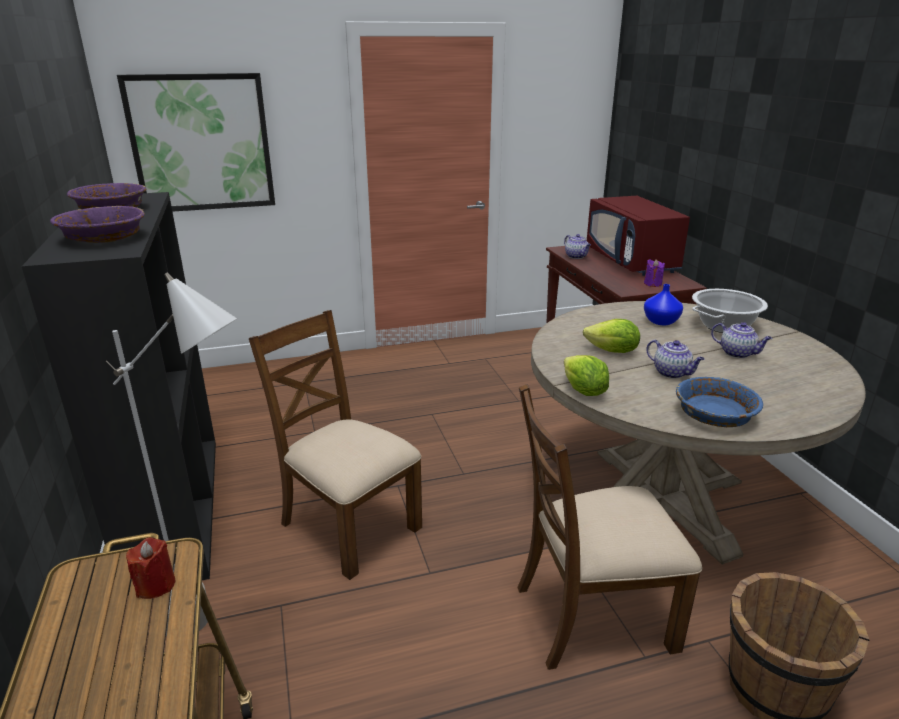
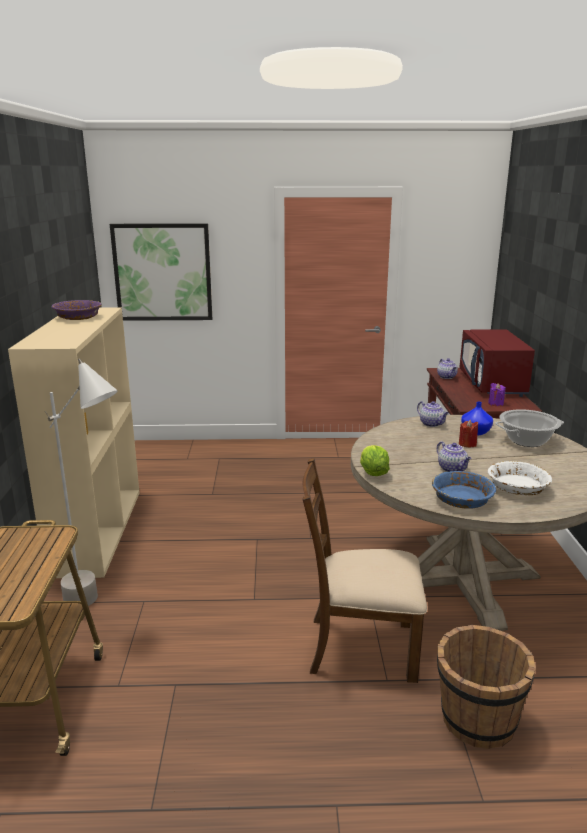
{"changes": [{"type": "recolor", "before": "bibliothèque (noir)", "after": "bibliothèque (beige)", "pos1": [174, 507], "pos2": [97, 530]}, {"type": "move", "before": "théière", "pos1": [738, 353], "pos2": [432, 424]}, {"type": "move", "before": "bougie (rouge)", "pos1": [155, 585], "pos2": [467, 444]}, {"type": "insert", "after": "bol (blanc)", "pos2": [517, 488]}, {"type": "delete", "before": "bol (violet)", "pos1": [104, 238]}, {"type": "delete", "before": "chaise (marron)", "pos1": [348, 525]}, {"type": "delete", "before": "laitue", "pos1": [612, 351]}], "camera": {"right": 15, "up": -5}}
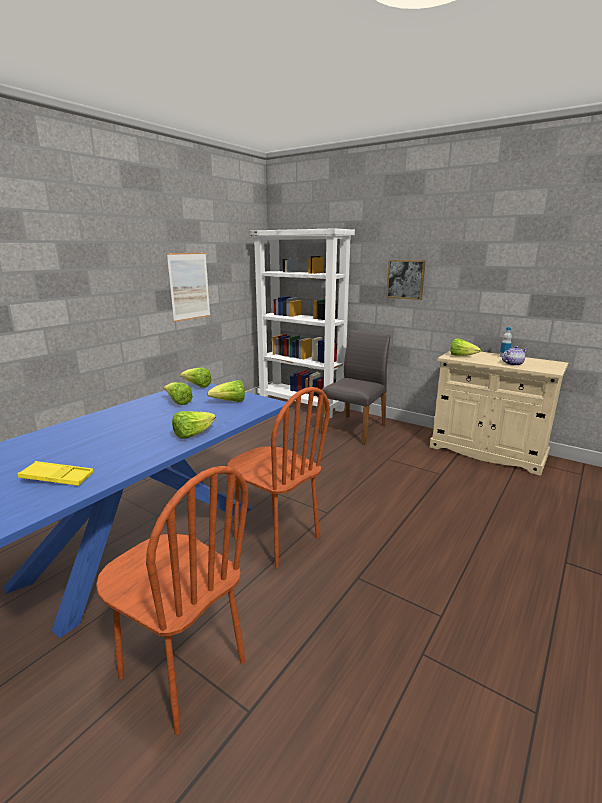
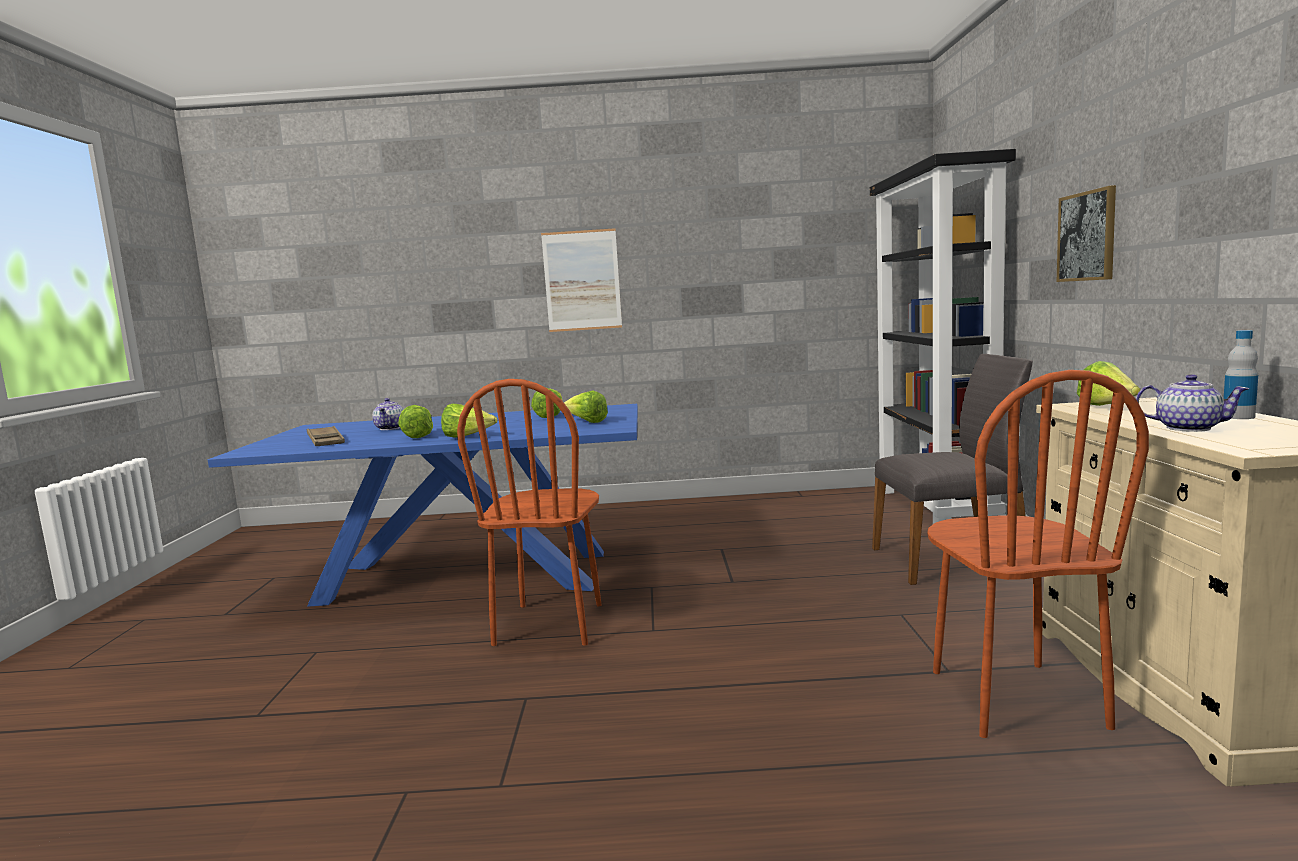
{"changes": [{"type": "recolor", "before": "plateau (jaune)", "after": "plateau (marron)", "pos1": [57, 478], "pos2": [326, 441]}, {"type": "insert", "after": "théière", "pos2": [391, 428]}, {"type": "move", "before": "laitue", "pos1": [197, 386], "pos2": [419, 436]}, {"type": "move", "before": "tableau", "pos1": [189, 286], "pos2": [582, 280]}, {"type": "recolor", "before": "bibliothèque (blanc)", "after": "bibliothèque (noir)", "pos1": [301, 405], "pos2": [935, 510]}, {"type": "move", "before": "chaise (marron)", "pos1": [182, 670], "pos2": [1014, 698]}], "camera": {"right": 55, "up": -10}}
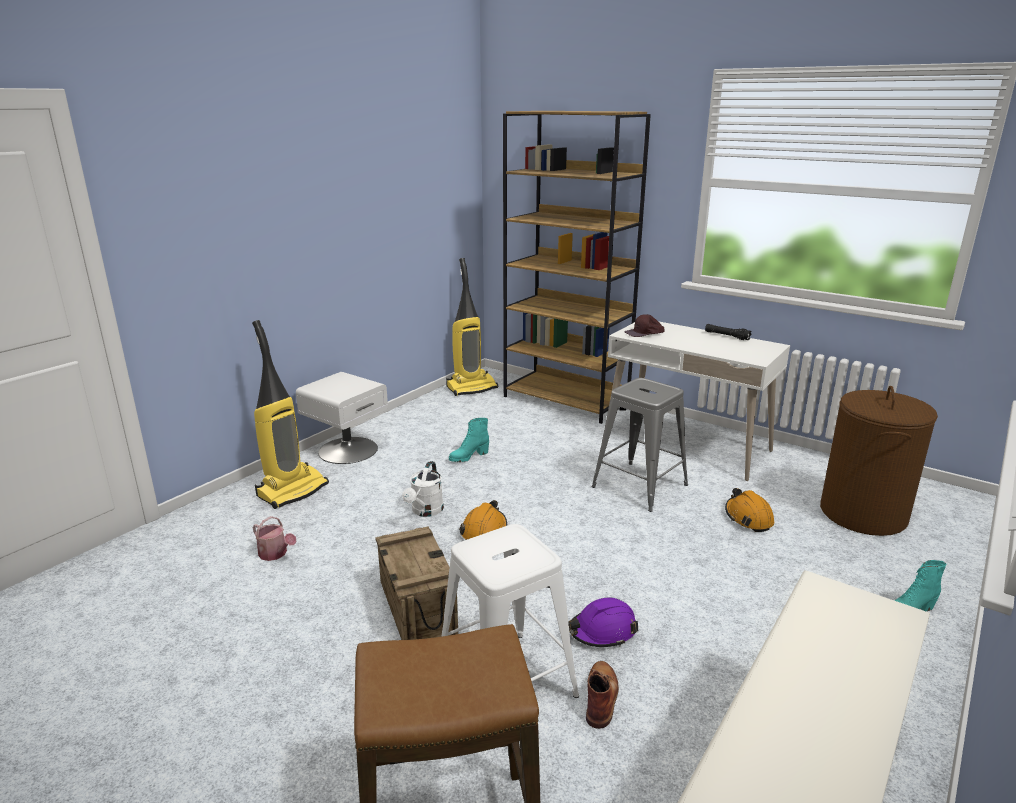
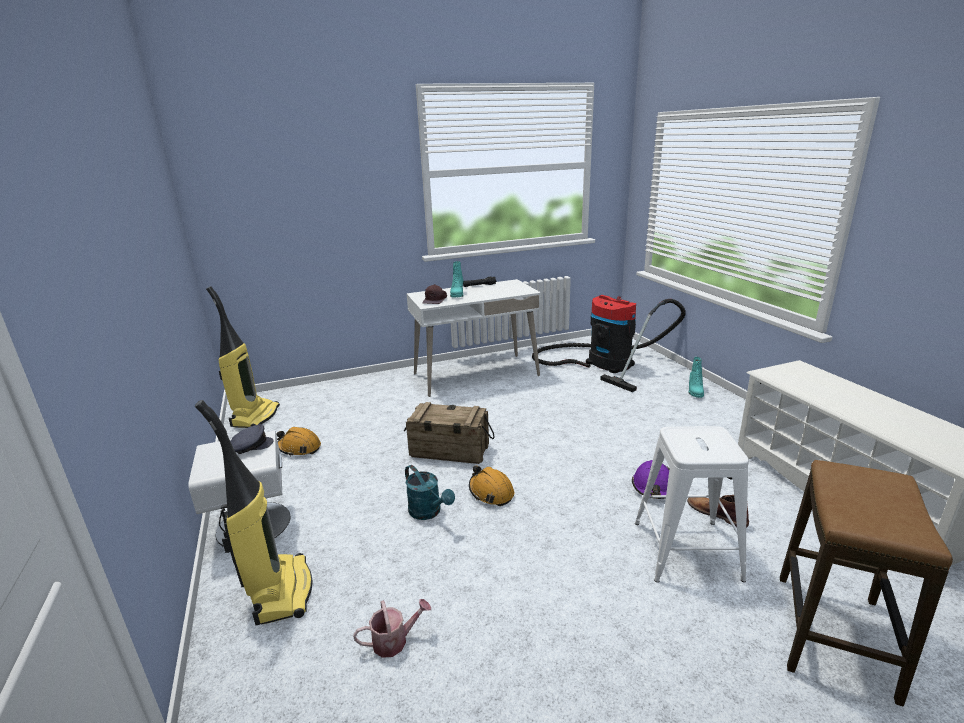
{"changes": [{"type": "insert", "after": "casquette (gris)", "pos2": [250, 446]}, {"type": "move", "before": "casque de chantier (orange)", "pos1": [748, 518], "pos2": [299, 448]}, {"type": "move", "before": "caisse", "pos1": [416, 609], "pos2": [449, 451]}, {"type": "recolor", "before": "arrosoir (blanc)", "after": "arrosoir (turquoise)", "pos1": [425, 511], "pos2": [428, 512]}, {"type": "move", "before": "botte (turquoise)", "pos1": [468, 457], "pos2": [457, 294]}, {"type": "replace", "before": "panier à linge (marron)", "after": "aspirateur", "pos1": [863, 514], "pos2": [604, 363]}, {"type": "delete", "before": "bibliothèque (marron)", "pos1": [566, 400]}, {"type": "delete", "before": "tabouret (gris)", "pos1": [640, 486]}], "camera": {"right": -55, "up": 0}}
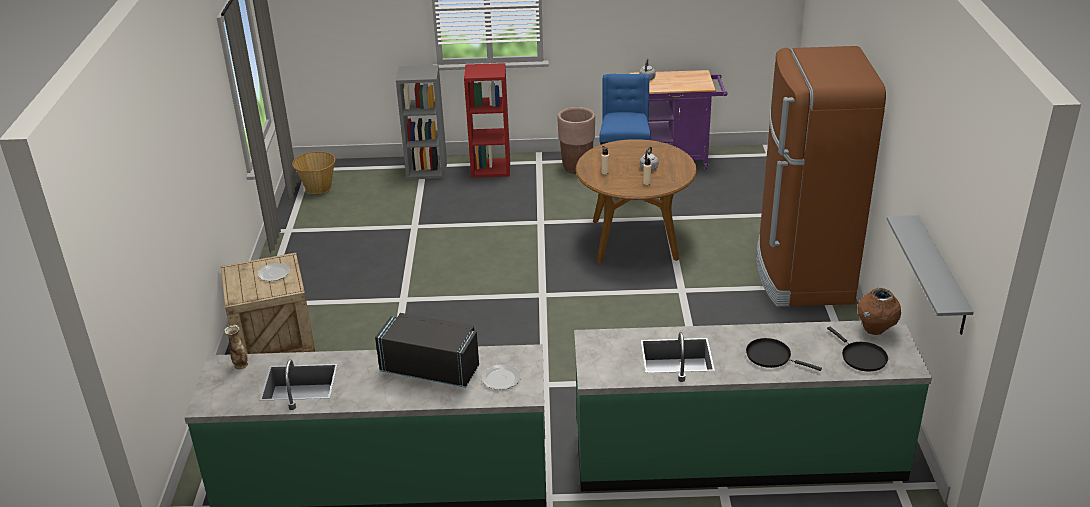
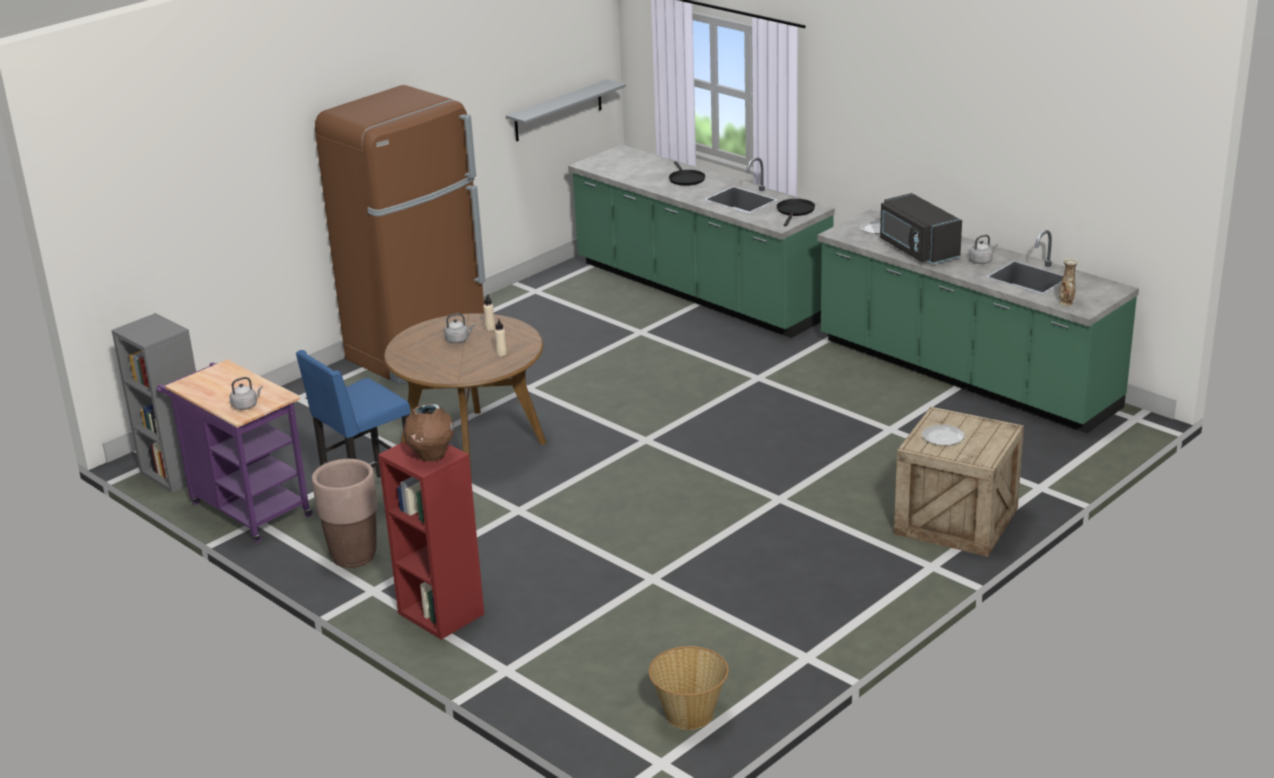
{"changes": [{"type": "move", "before": "bibliothèque (gris)", "pos1": [427, 170], "pos2": [176, 473]}, {"type": "move", "before": "vase (marron)", "pos1": [875, 329], "pos2": [431, 456]}, {"type": "move", "before": "poêle (noir)", "pos1": [861, 357], "pos2": [795, 211]}, {"type": "insert", "after": "bouilloire (gris)", "pos2": [981, 261]}], "camera": {"right": -135, "up": -5}}
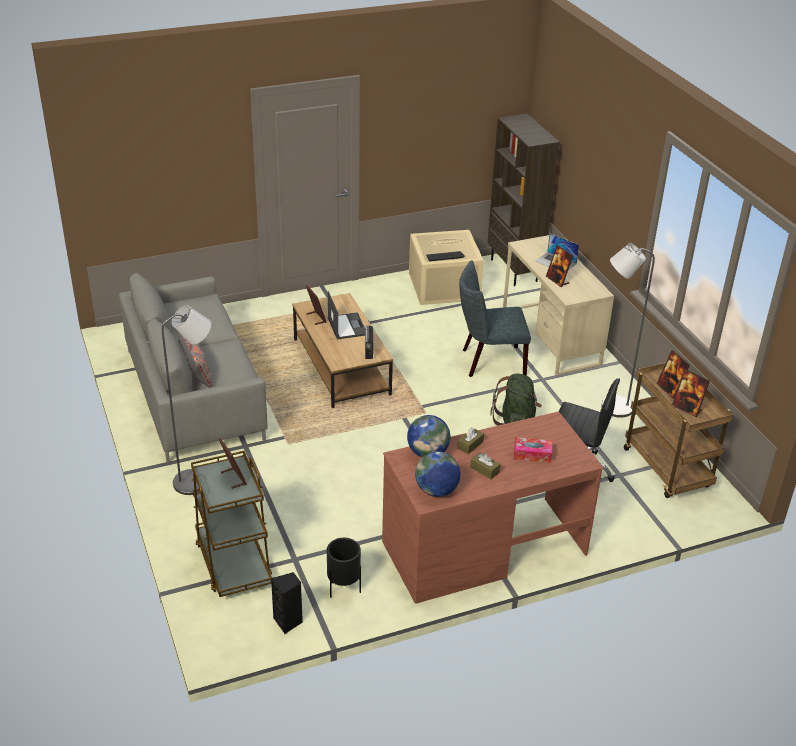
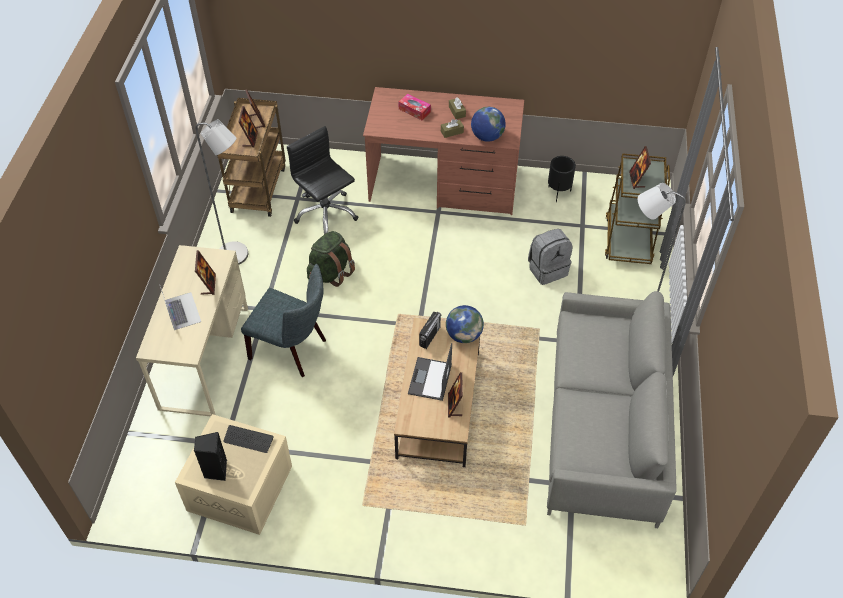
{"changes": [{"type": "move", "before": "enceinte (noir)", "pos1": [288, 622], "pos2": [215, 470]}, {"type": "move", "before": "globe", "pos1": [436, 490], "pos2": [464, 335]}, {"type": "insert", "after": "sac à dos (gris)", "pos2": [547, 269]}, {"type": "delete", "before": "coussin (gris)", "pos1": [195, 370]}, {"type": "delete", "before": "bibliothèque (marron)", "pos1": [515, 270]}], "camera": {"right": -150, "up": 15}}
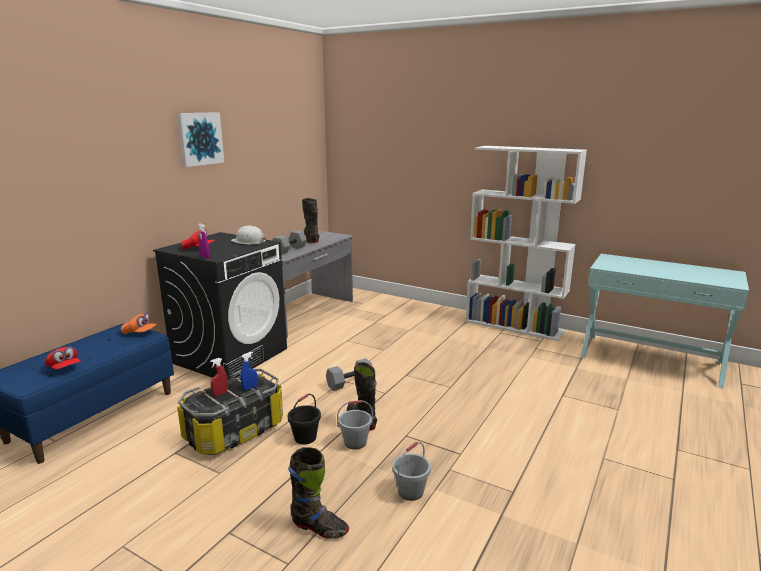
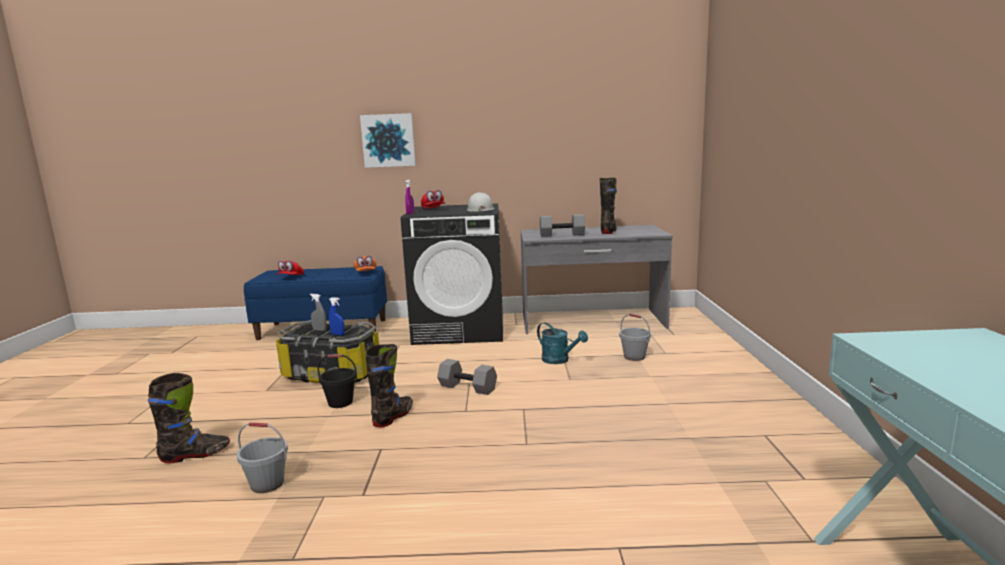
{"changes": [{"type": "rotate", "before": "botte (noir)", "pos1": [319, 528], "pos2": [195, 455], "turn": -105}, {"type": "recolor", "before": "vaporisateur (rouge)", "after": "vaporisateur (gris)", "pos1": [220, 394], "pos2": [319, 330]}, {"type": "move", "before": "tableau", "pos1": [200, 139], "pos2": [388, 140]}, {"type": "insert", "after": "arrosoir (turquoise)", "pos2": [559, 360]}, {"type": "move", "before": "seau (gris)", "pos1": [355, 442], "pos2": [634, 357]}, {"type": "delete", "before": "bibliothèque (blanc)", "pos1": [514, 326]}], "camera": {"right": 60, "up": -5}}
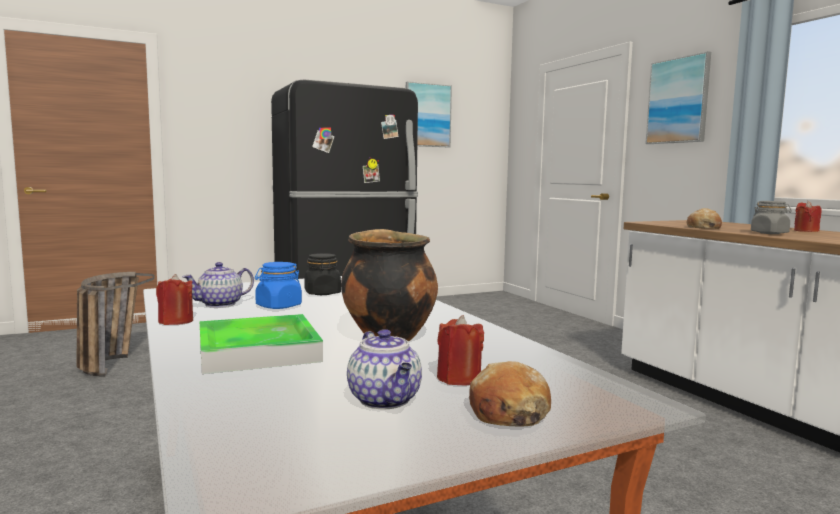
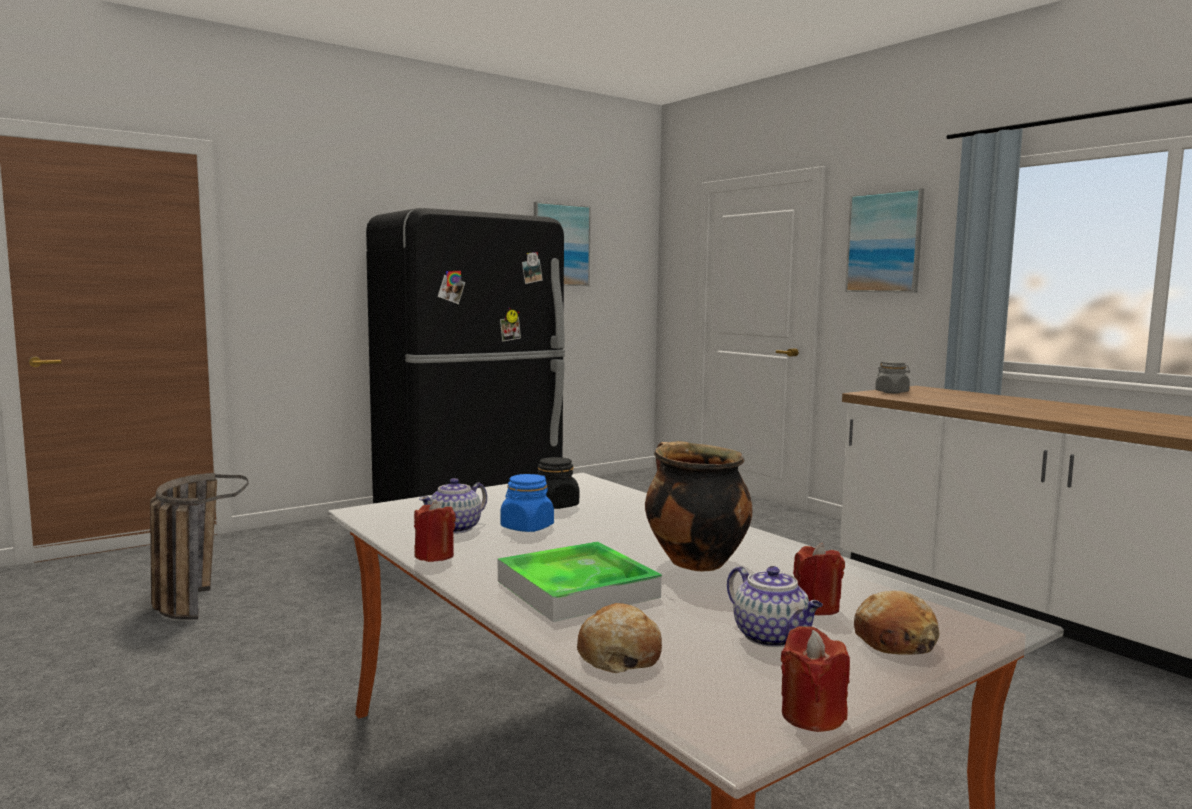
{"changes": [{"type": "move", "before": "pain", "pos1": [703, 227], "pos2": [618, 655]}, {"type": "move", "before": "bougie (rouge)", "pos1": [805, 231], "pos2": [812, 716]}, {"type": "move", "before": "bocal (gris)", "pos1": [769, 233], "pos2": [892, 392]}], "camera": {"right": -10, "up": 0}}
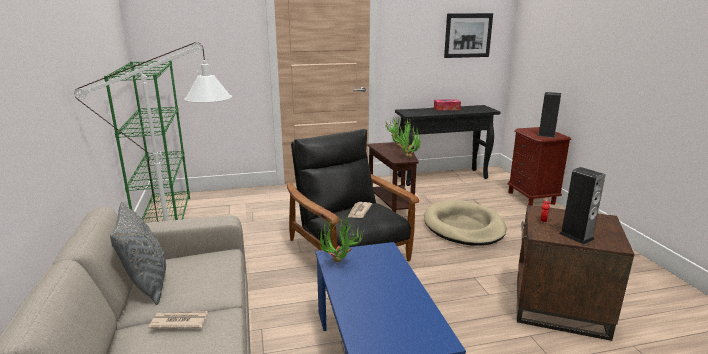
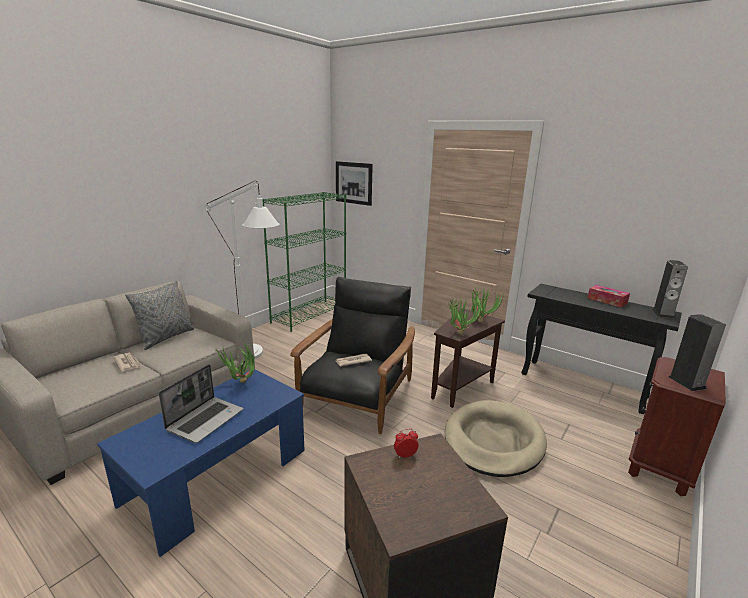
{"changes": [{"type": "insert", "after": "ordinateur portable", "pos2": [205, 419]}, {"type": "move", "before": "tableau", "pos1": [468, 35], "pos2": [353, 183]}, {"type": "move", "before": "enceinte", "pos1": [576, 236], "pos2": [663, 313]}], "camera": {"right": 50, "up": 0}}
